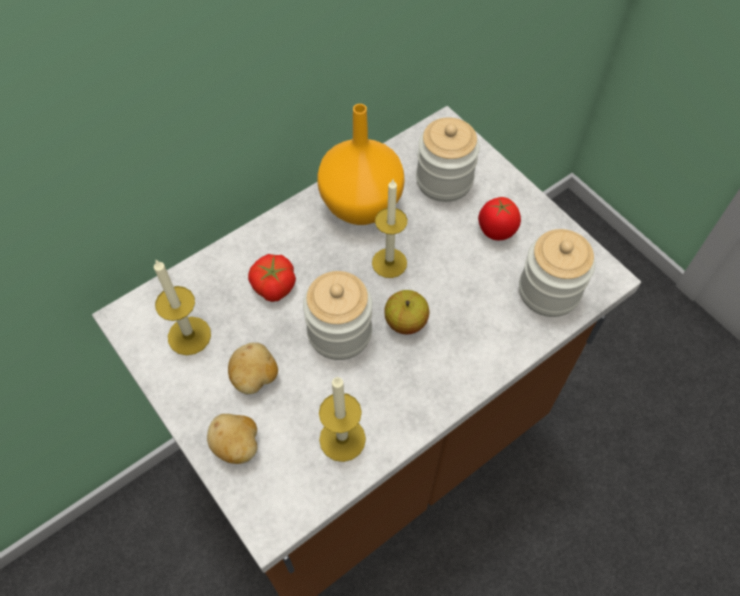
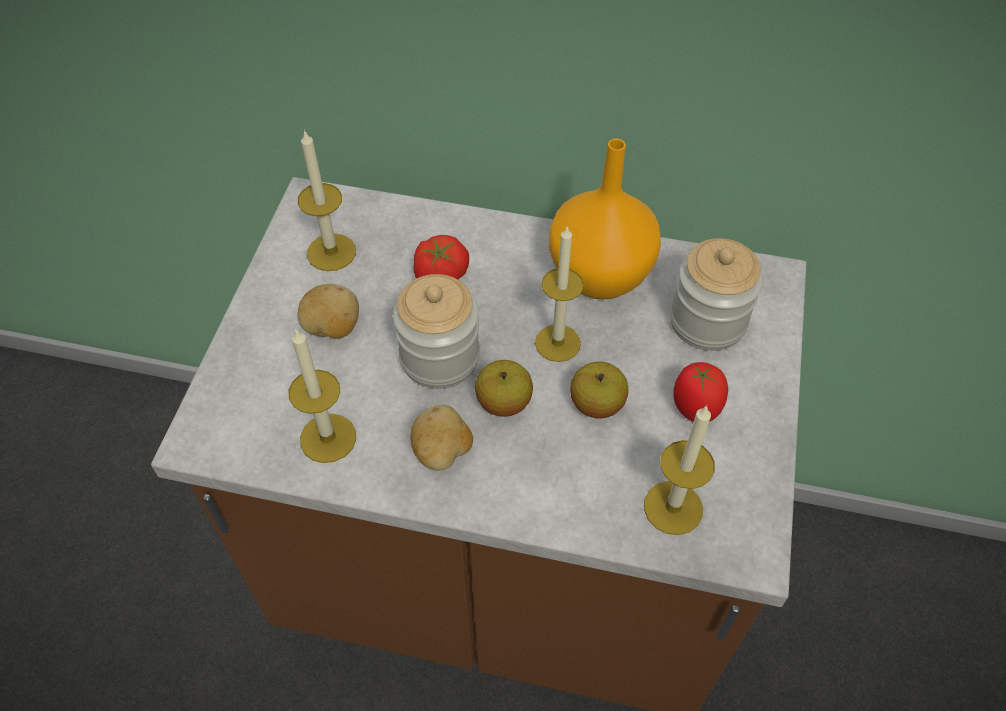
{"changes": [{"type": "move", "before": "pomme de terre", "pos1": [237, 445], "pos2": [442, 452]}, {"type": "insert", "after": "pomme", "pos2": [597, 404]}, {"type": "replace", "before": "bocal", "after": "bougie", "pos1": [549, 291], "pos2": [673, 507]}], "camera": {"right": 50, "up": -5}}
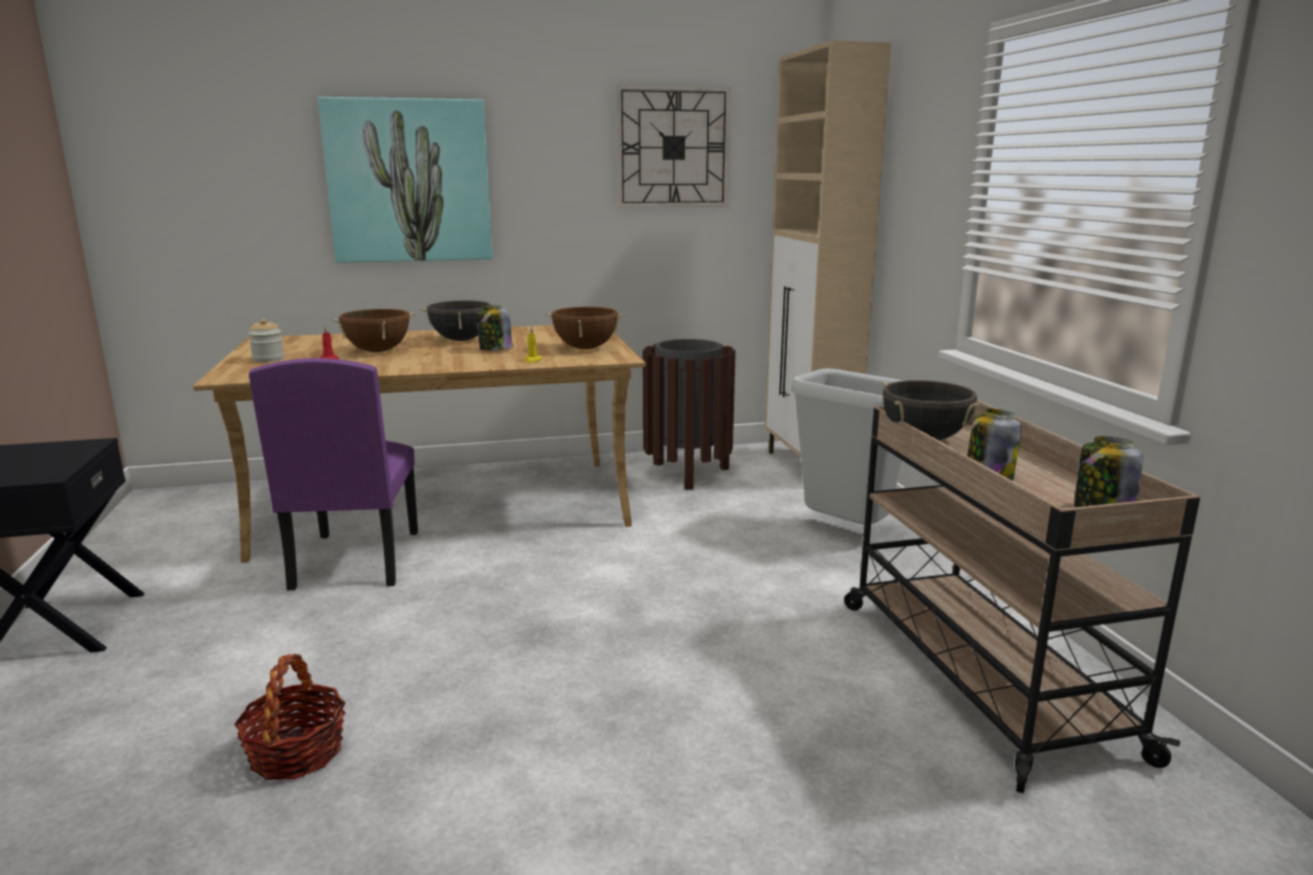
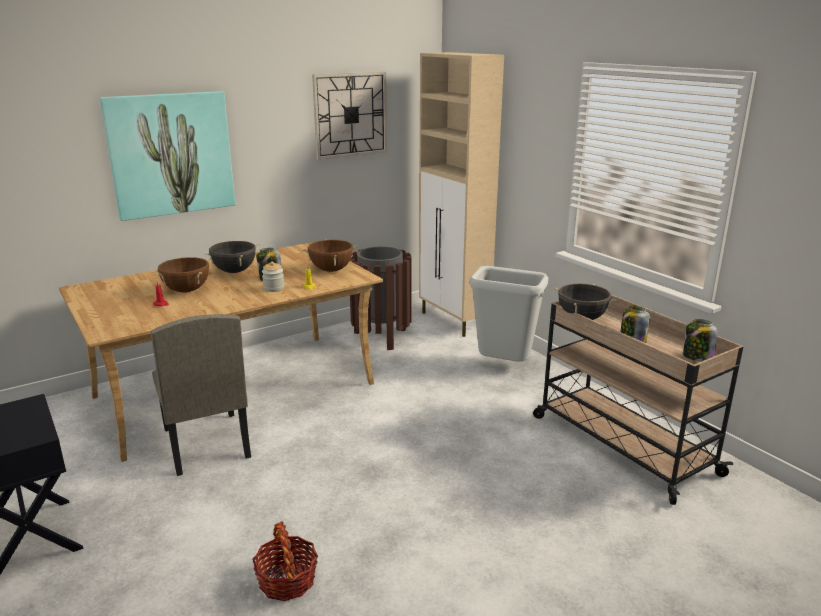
{"changes": [{"type": "recolor", "before": "chaise (violet)", "after": "chaise (beige)", "pos1": [355, 559], "pos2": [205, 443]}, {"type": "move", "before": "bocal", "pos1": [268, 359], "pos2": [274, 288]}], "camera": {"right": -20, "up": 5}}
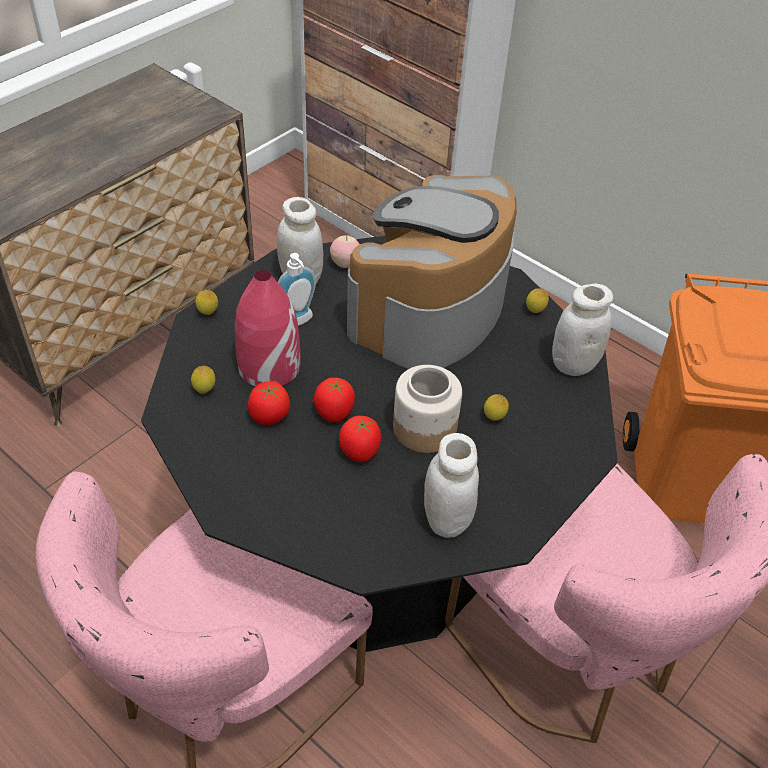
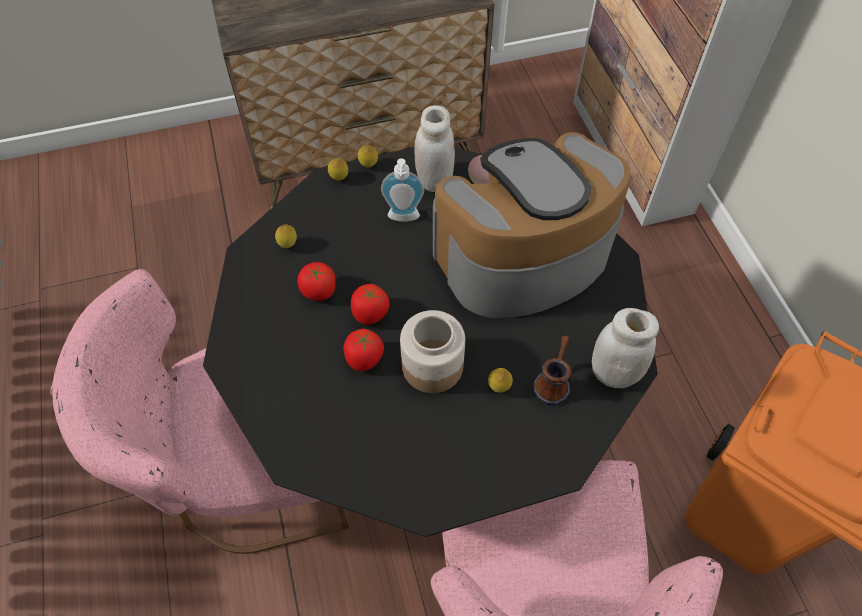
{"changes": [{"type": "move", "before": "citron", "pos1": [534, 312], "pos2": [368, 166]}, {"type": "insert", "after": "mug", "pos2": [553, 381]}, {"type": "delete", "before": "vase (rouge)", "pos1": [268, 366]}, {"type": "delete", "before": "bocal (blanc)", "pos1": [446, 519]}], "camera": {"right": 35, "up": 10}}
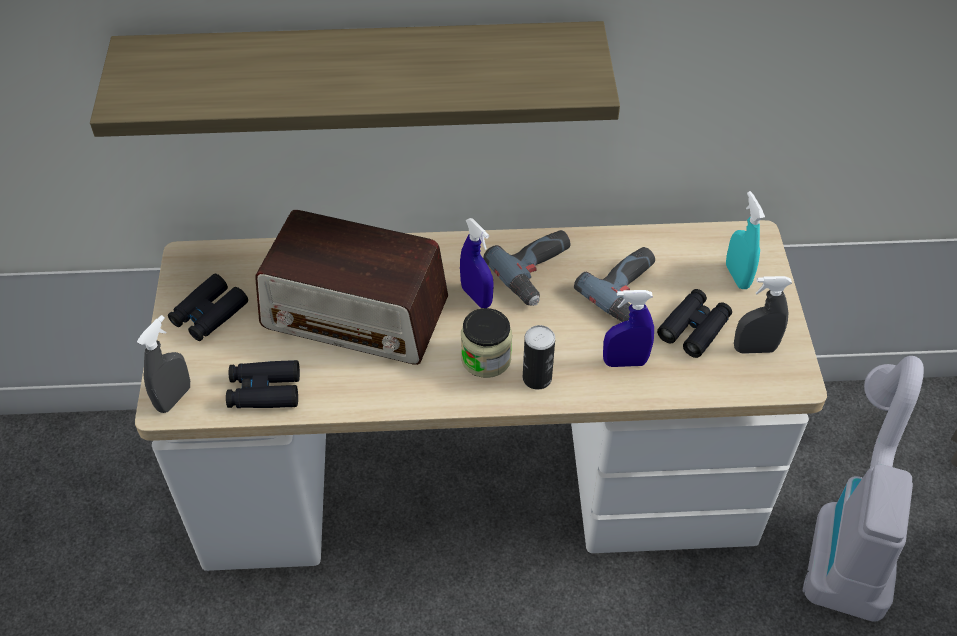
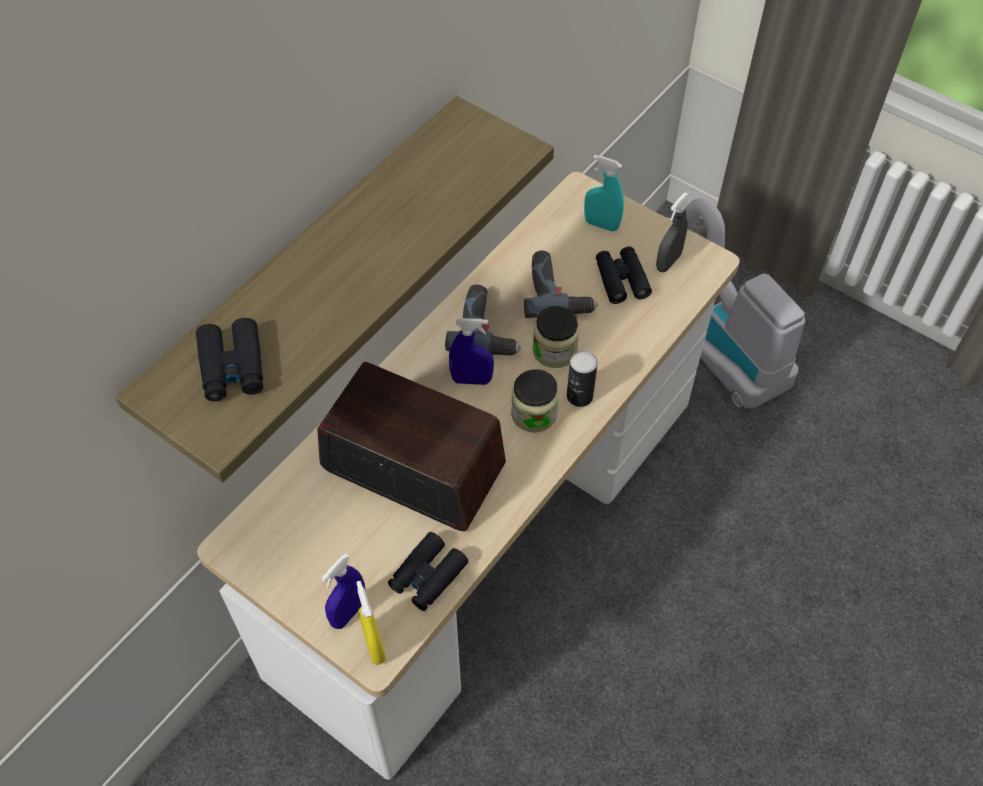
{"changes": [{"type": "move", "before": "jumelles (noir)", "pos1": [209, 314], "pos2": [232, 367]}, {"type": "rotate", "before": "radio", "pos1": [356, 314], "pos2": [412, 466], "turn": -120}, {"type": "move", "before": "vaporisateur (bleu)", "pos1": [624, 362], "pos2": [348, 612]}, {"type": "recolor", "before": "vaporisateur (gris)", "after": "vaporisateur (jaune)", "pos1": [174, 398], "pos2": [374, 645]}, {"type": "insert", "after": "bocal", "pos2": [554, 350]}], "camera": {"right": -50, "up": 5}}
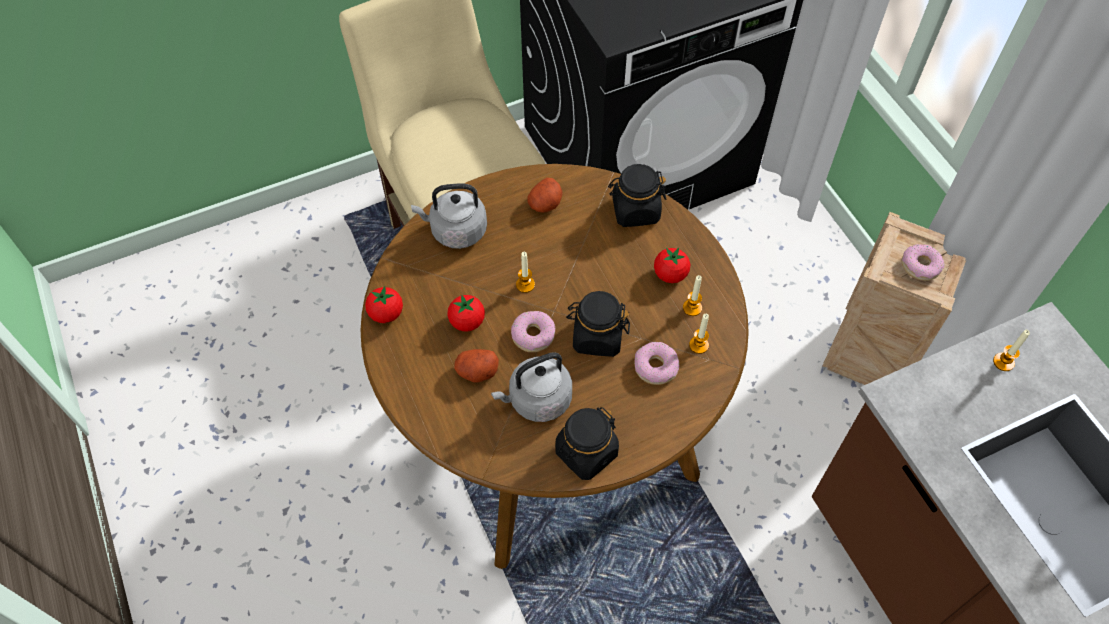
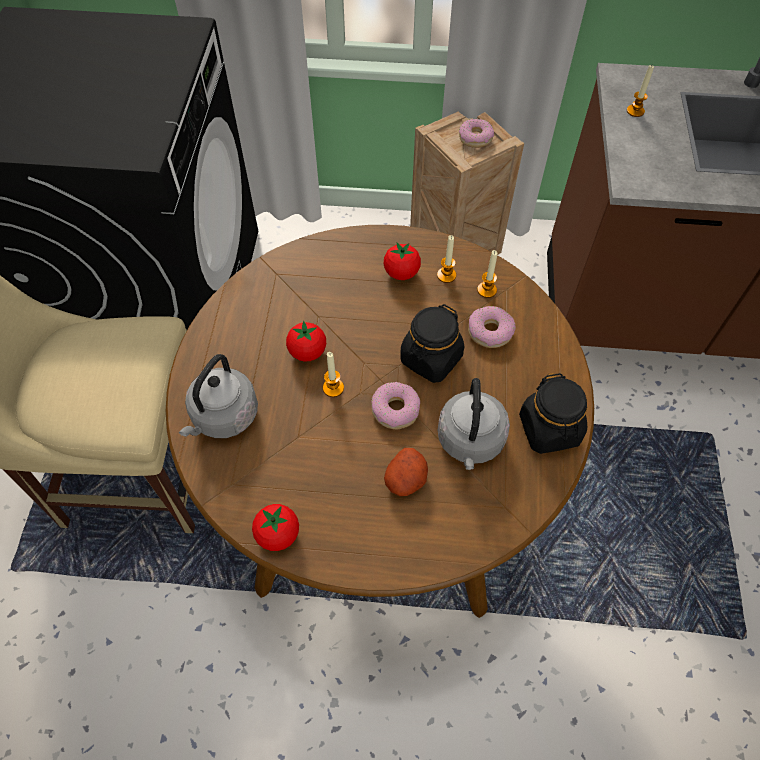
{"changes": [{"type": "move", "before": "tomate", "pos1": [467, 321], "pos2": [307, 352]}, {"type": "delete", "before": "pomme de terre", "pos1": [545, 204]}, {"type": "delete", "before": "bocal (noir)", "pos1": [635, 210]}], "camera": {"right": -60, "up": 0}}
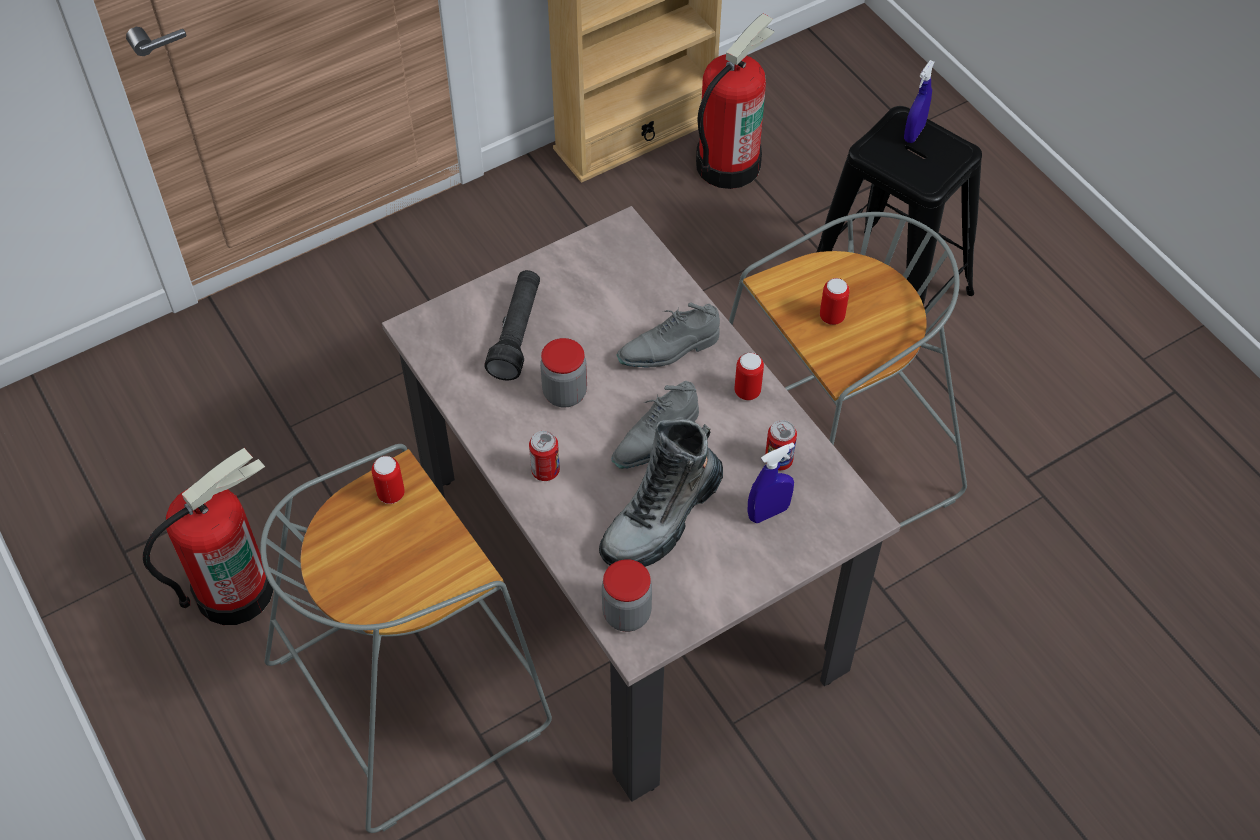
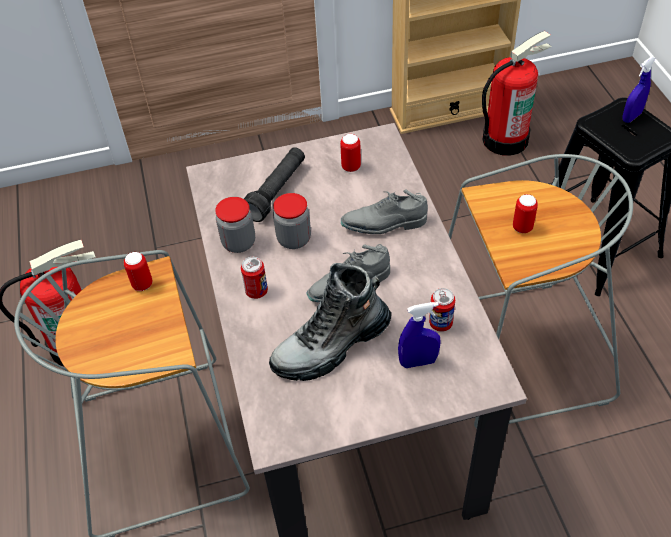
{"changes": [{"type": "move", "before": "bocal", "pos1": [626, 613], "pos2": [239, 243]}, {"type": "move", "before": "boîte métallique", "pos1": [747, 391], "pos2": [351, 167]}], "camera": {"right": 20, "up": -5}}
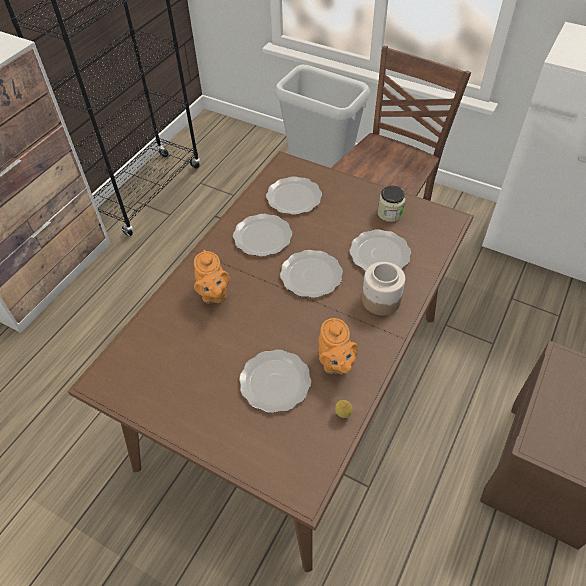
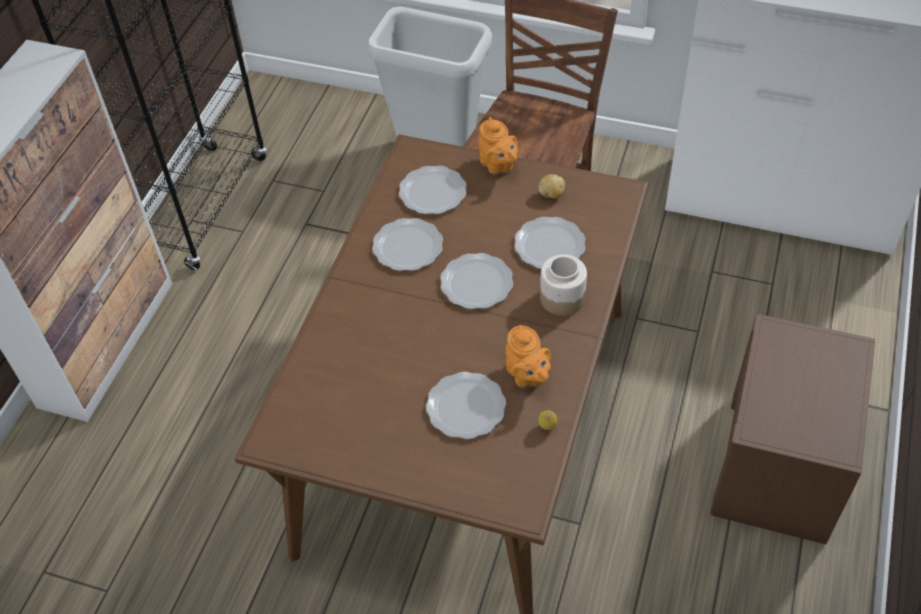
{"changes": [{"type": "move", "before": "théière (orange)", "pos1": [213, 294], "pos2": [498, 166]}, {"type": "replace", "before": "bocal", "after": "pomme de terre", "pos1": [390, 213], "pos2": [551, 195]}], "camera": {"right": -10, "up": 0}}
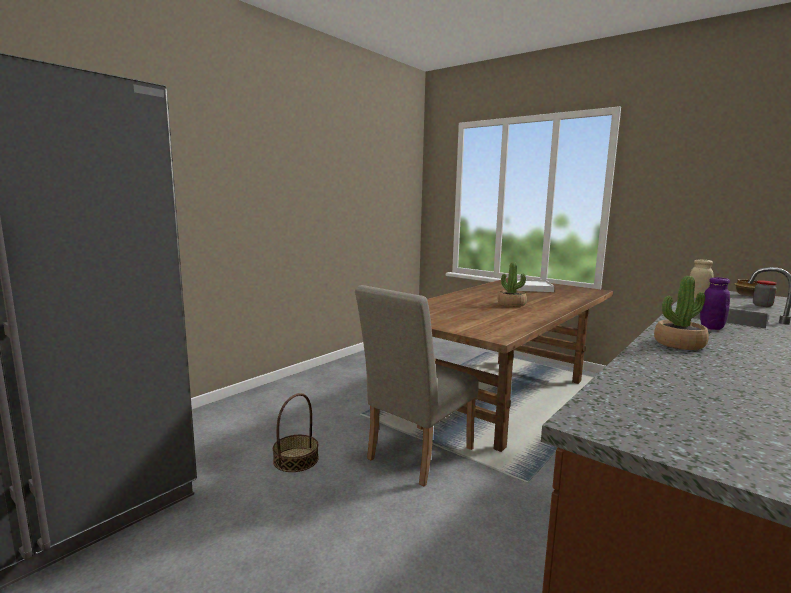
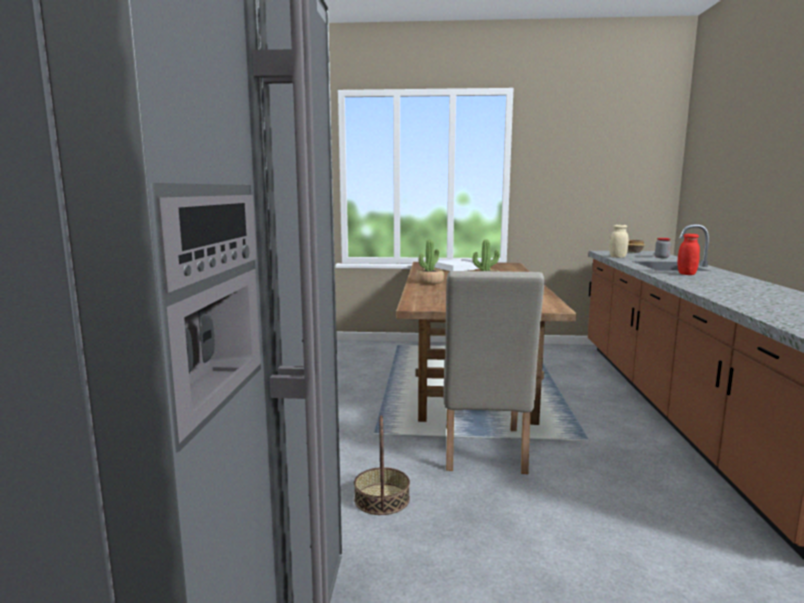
{"changes": [{"type": "move", "before": "plante en pot", "pos1": [679, 344], "pos2": [429, 282]}, {"type": "recolor", "before": "bocal (violet)", "after": "bocal (rouge)", "pos1": [711, 327], "pos2": [686, 274]}], "camera": {"right": -35, "up": 0}}
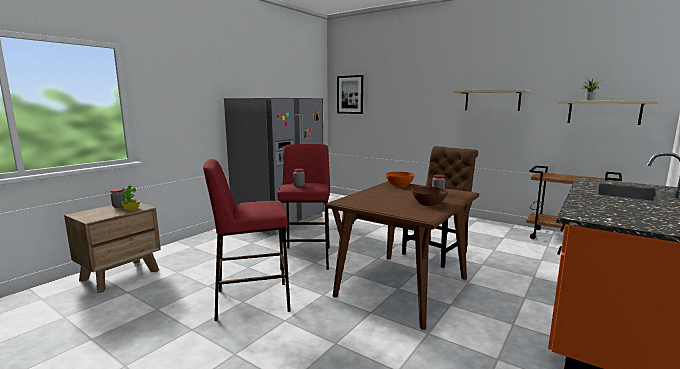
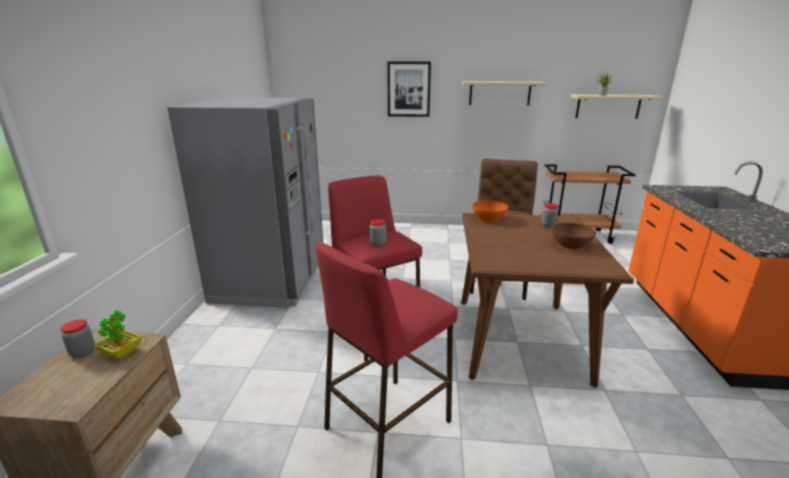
{"changes": [{"type": "move", "before": "tableau", "pos1": [350, 94], "pos2": [408, 89]}], "camera": {"right": -30, "up": 10}}
